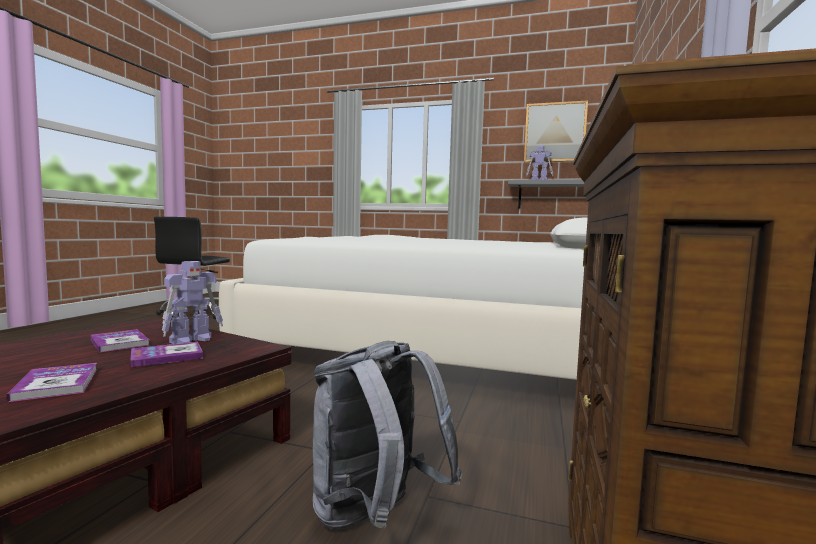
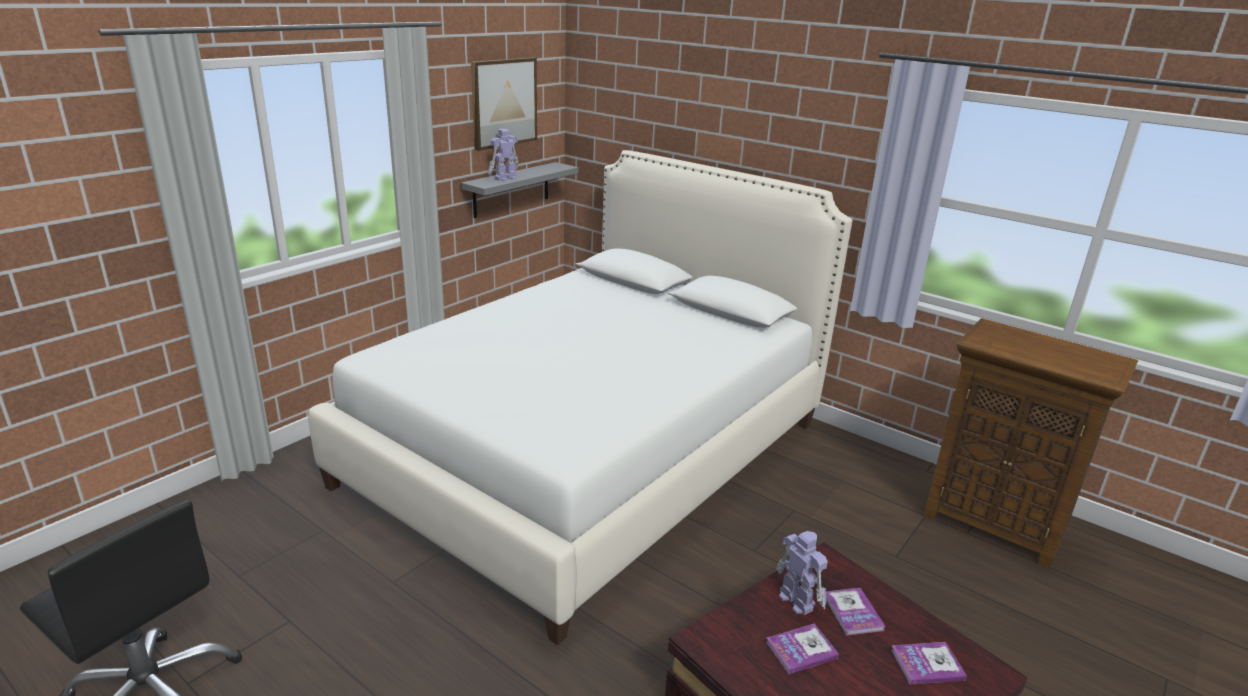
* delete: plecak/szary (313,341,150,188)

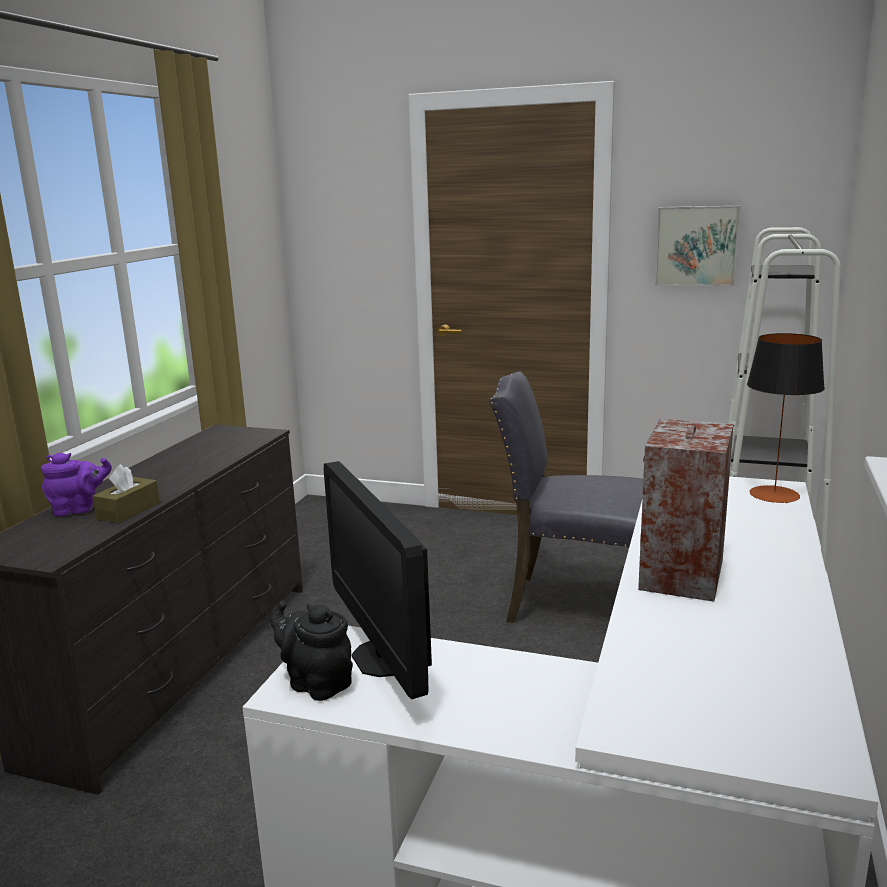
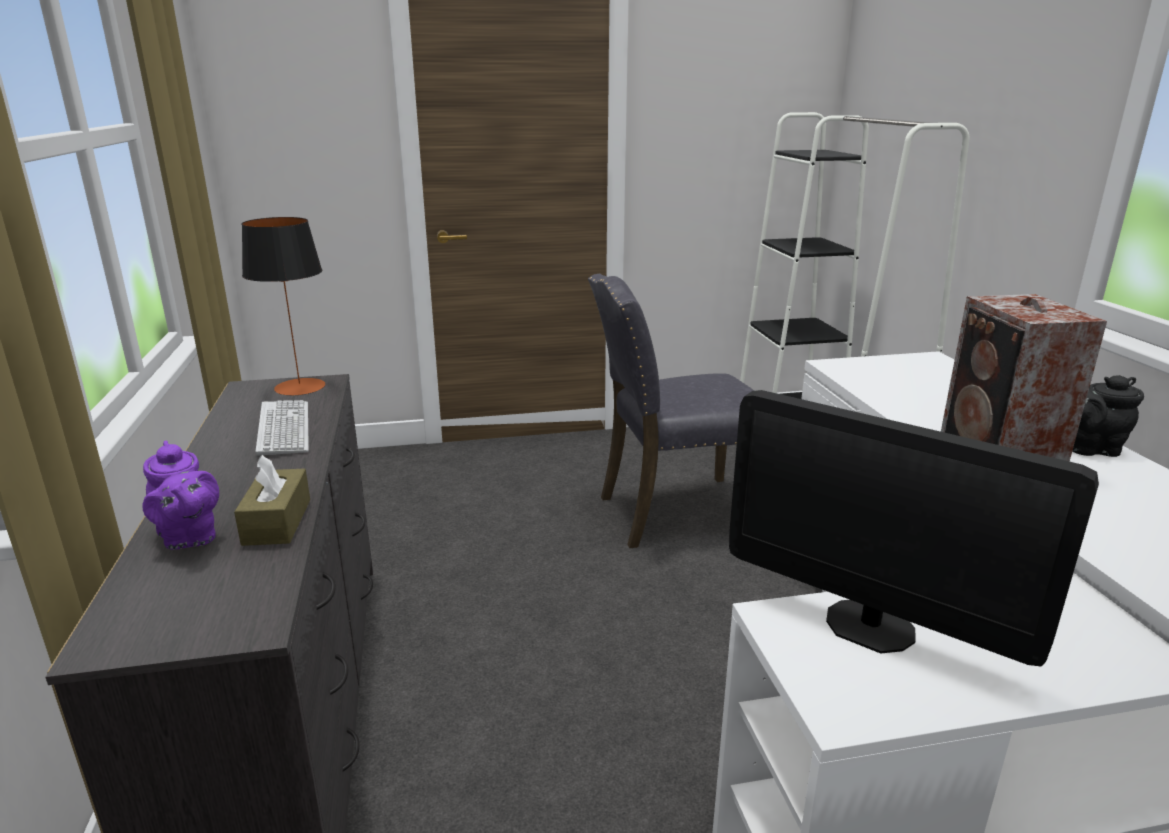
* delete: obraz (655,206,85,80)
* insert: klawiatura (255,400,54,56)
* move: imbryk/czarny (270,601,83,100) to (1072,375,72,82)
* move: lampa stołowa (747,333,78,170) to (242,217,83,178)
* rotate: imbryk/fioletowy (41,453,71,63) = (142,441,77,109) 105 degrees clockwise

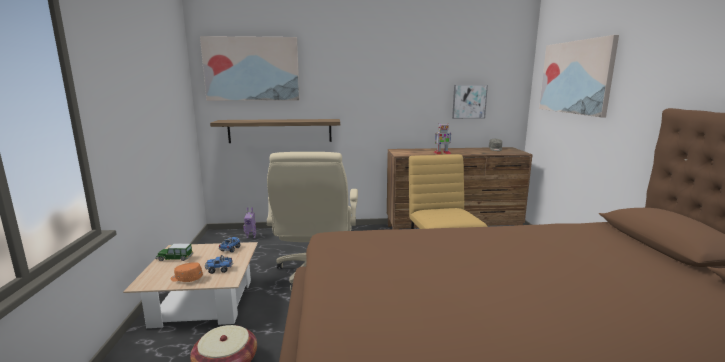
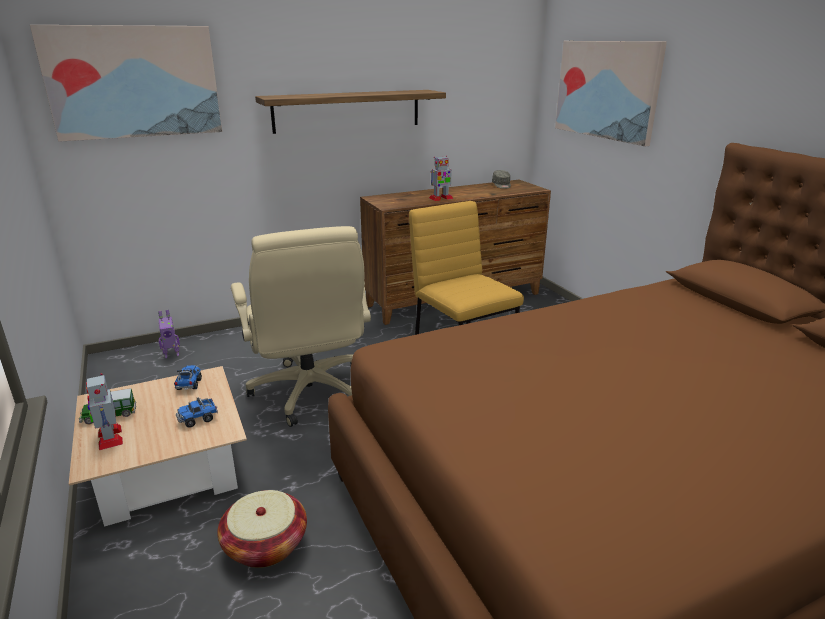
* delete: czapka z daszkiem/pomarańczowy (171,262,32,20)
* delete: obraz (452,85,36,34)
* insert: robot zabawkowy (86,373,37,77)
* move: półka (210,119,130,24) to (255,90,191,44)

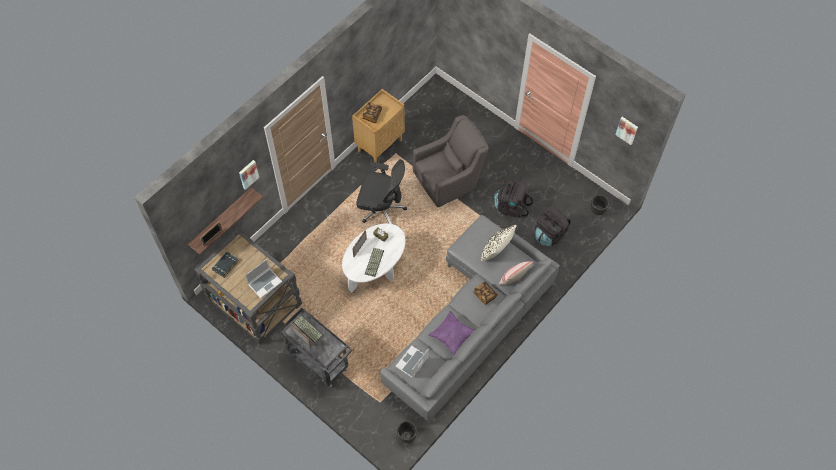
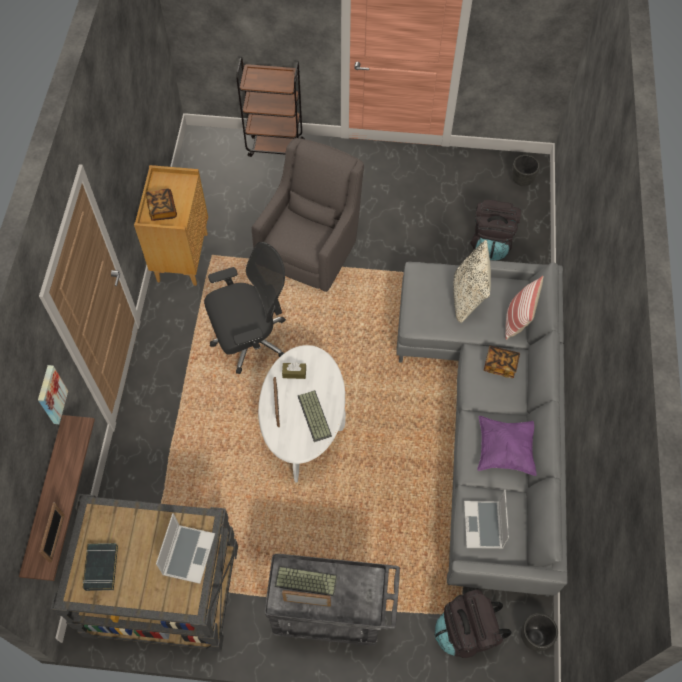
* delete: obraz (615,117,23,28)
* insert: wózek/brązowy (237,57,68,100)
* move: plecak/czarny (494,180,39,38) to (434,590,77,68)

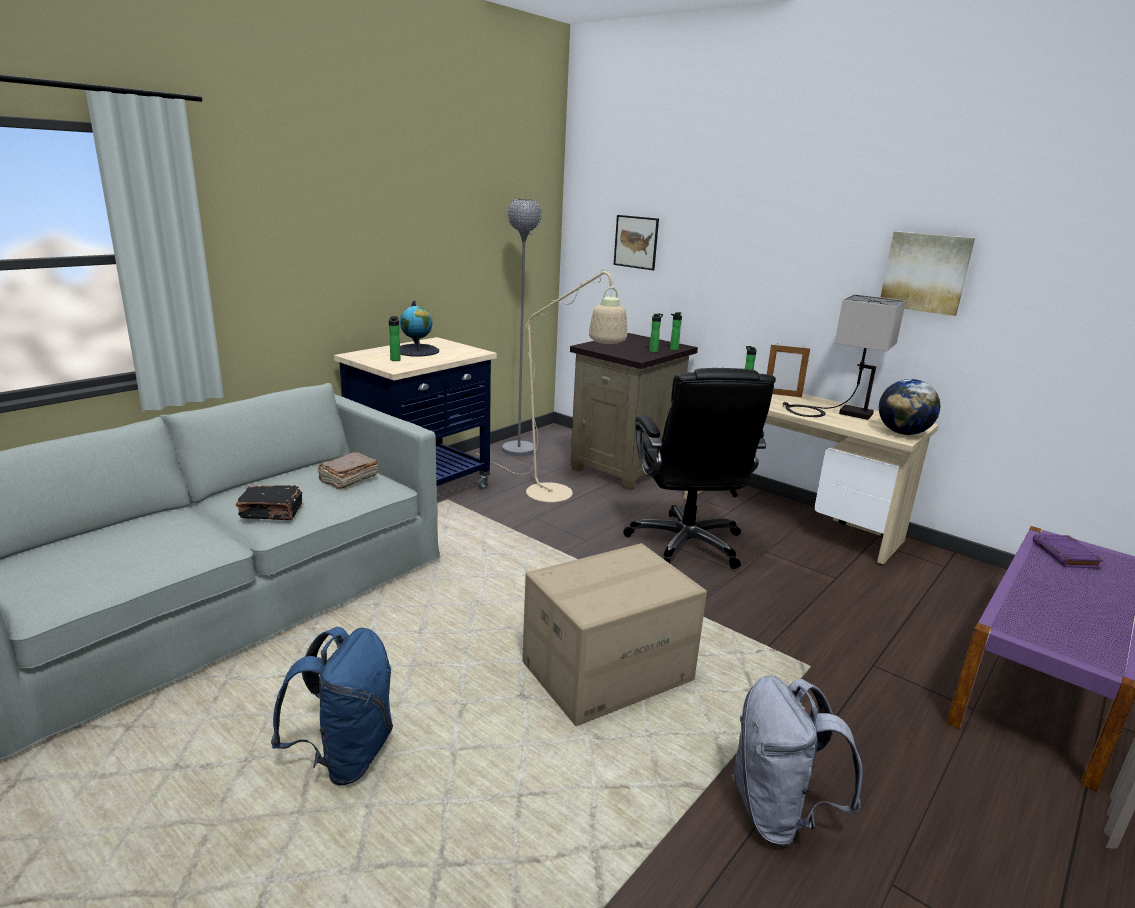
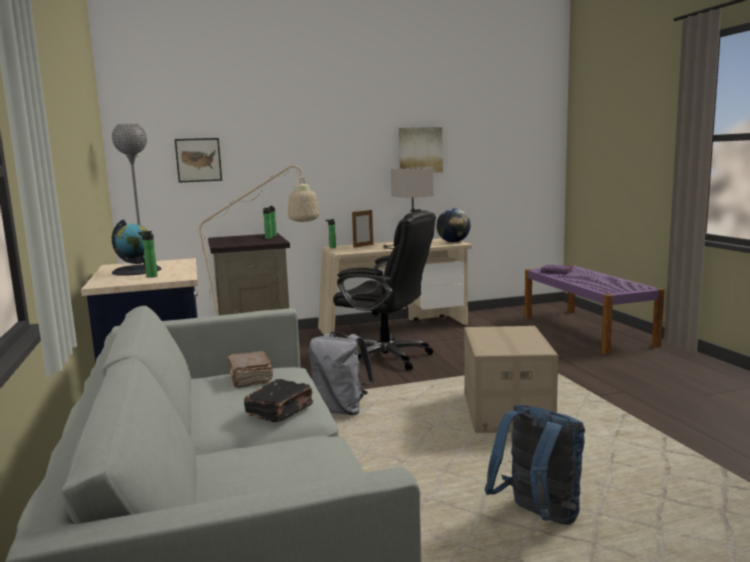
* move: plecak/szary (732,675,131,172) to (309,331,65,84)

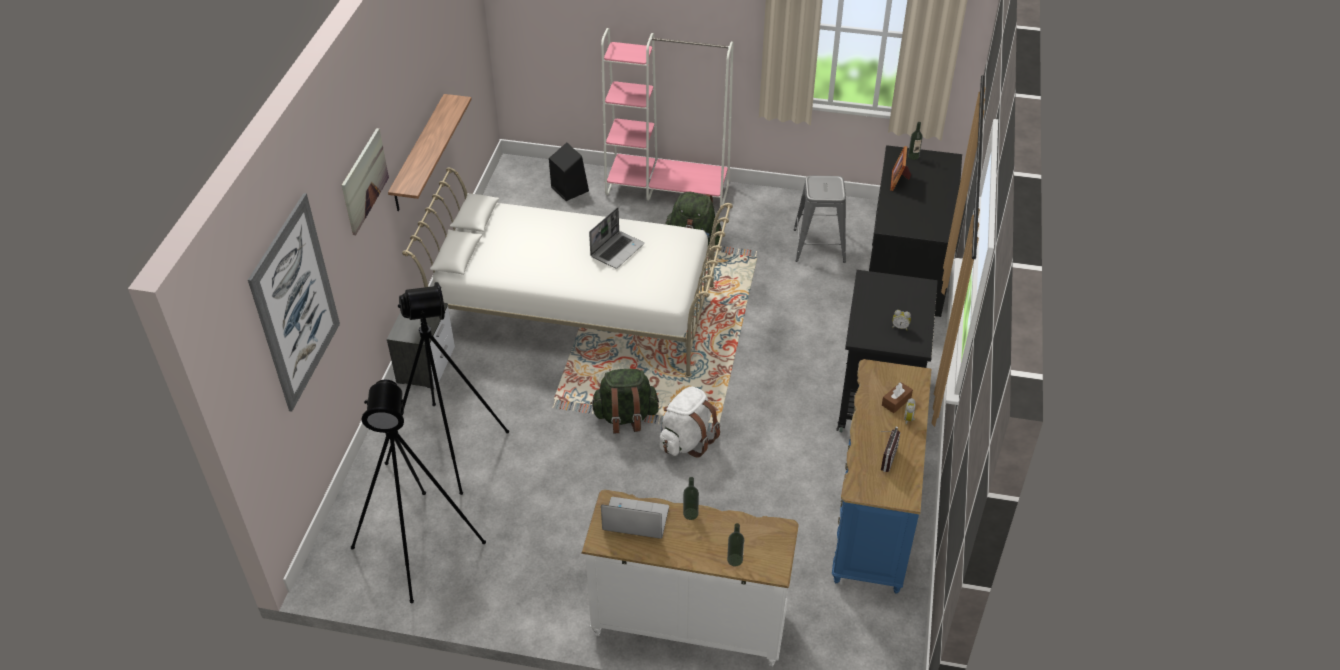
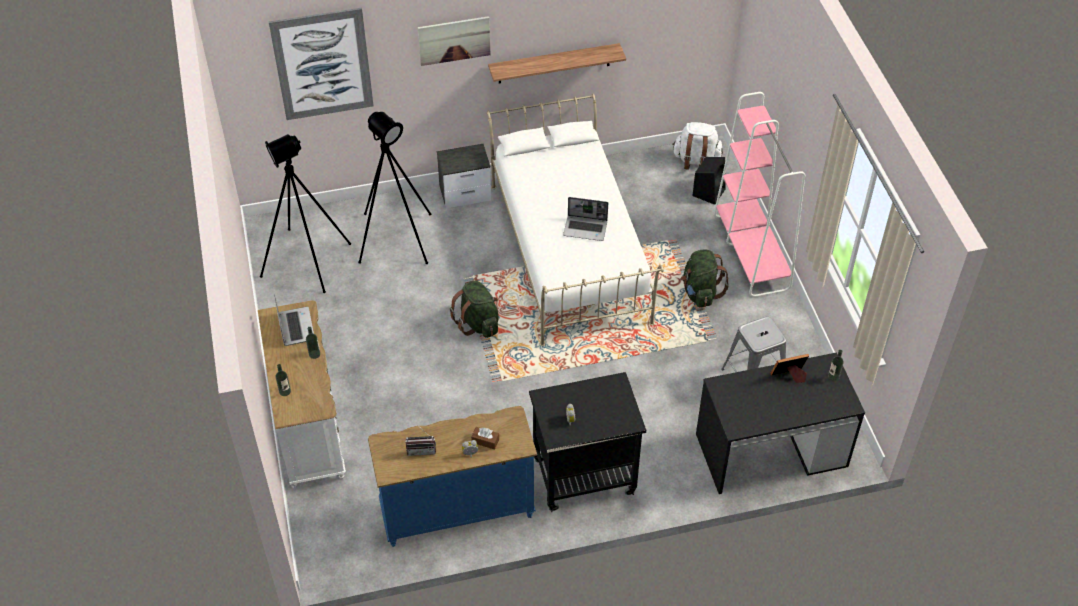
* move: plecak/biały (660,386,60,72) to (672,122,51,48)

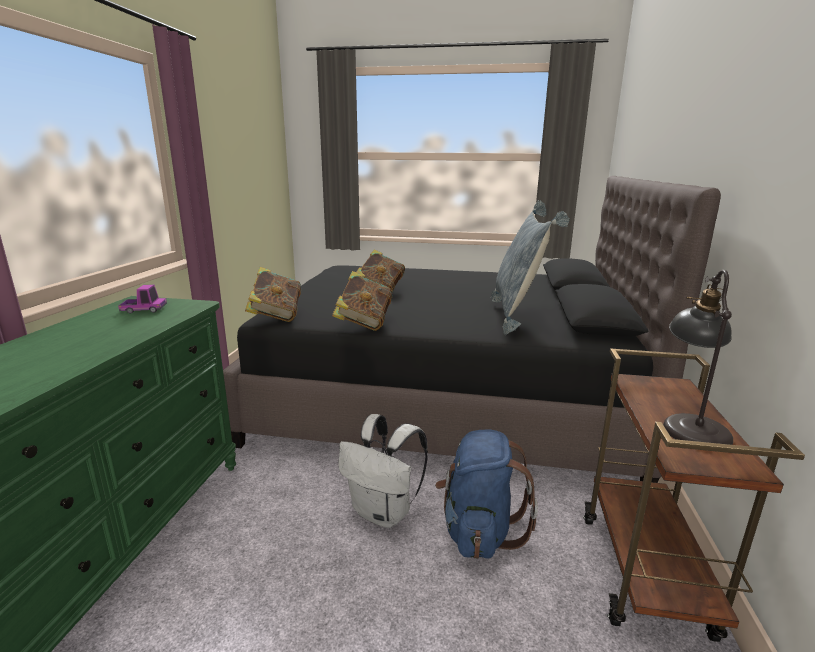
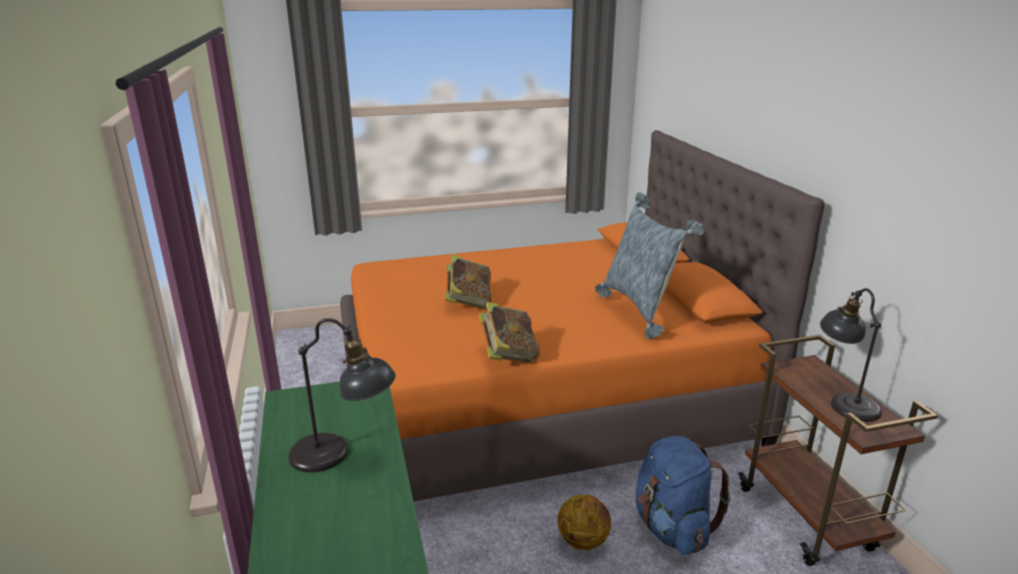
* delete: ciężarówka zabawkowa (118,285,49,29)
* delete: książka (245,267,56,55)
* insert: lampa stołowa/szary (289,318,106,155)
* replace: plecak/biały (338,414,90,114) to piłka do koszykówki (557,495,54,55)
* recolor: łóżko/czarny (223,176,498,307) to łóżko/pomarańczowy (340,130,485,371)

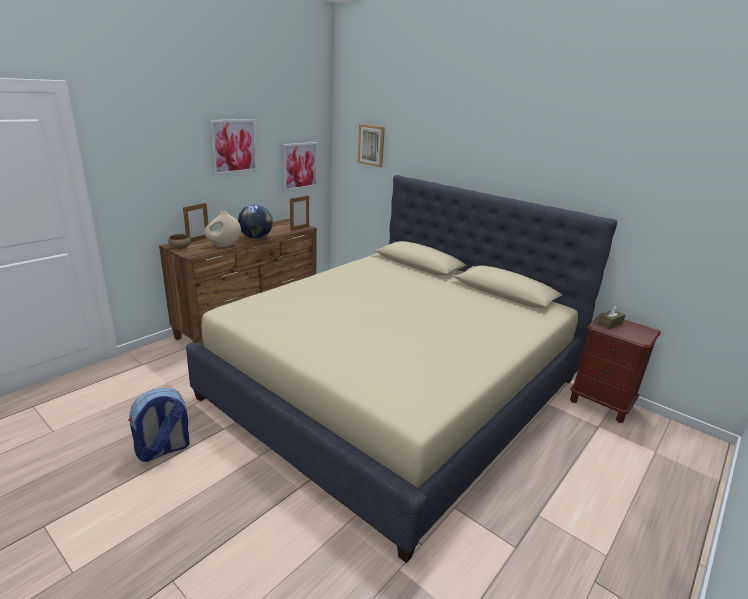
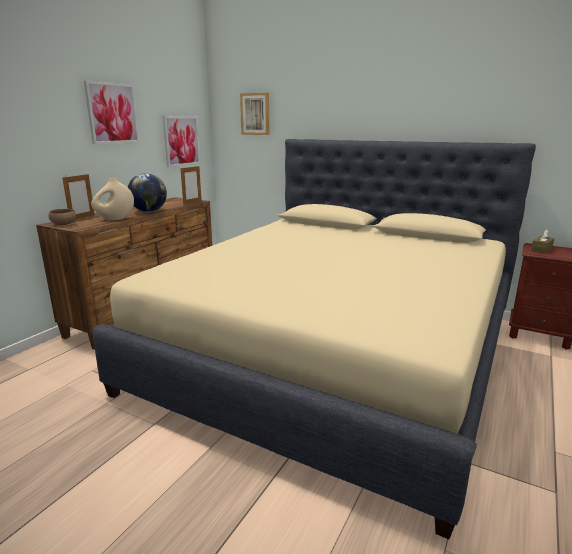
* delete: plecak (128,388,62,74)

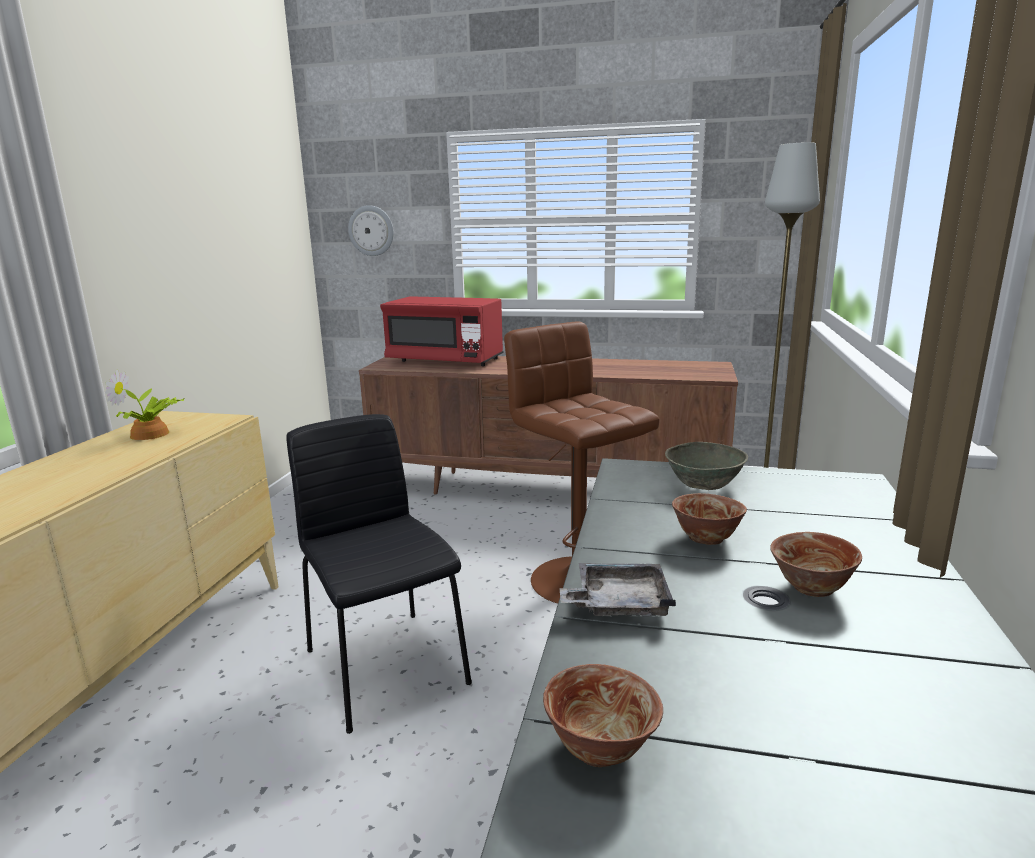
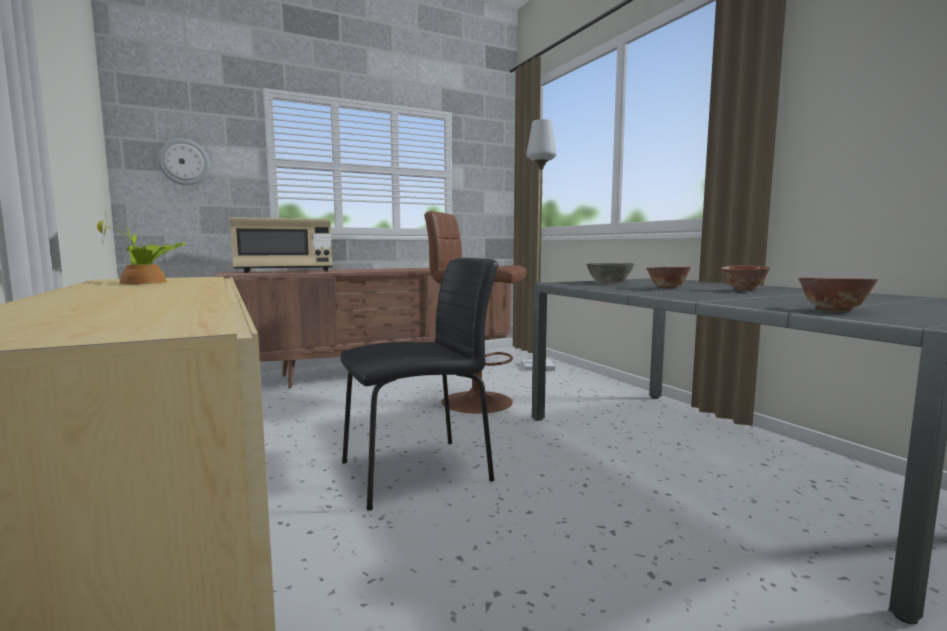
* delete: taca/szary (559,563,117,53)
* recolor: mikrofalówka/czerwony (380,296,123,70) to mikrofalówka/beżowy (230,217,102,56)
* rotate: krzesło/czarny (286,414,186,320) = (340,258,158,253) 135 degrees clockwise

